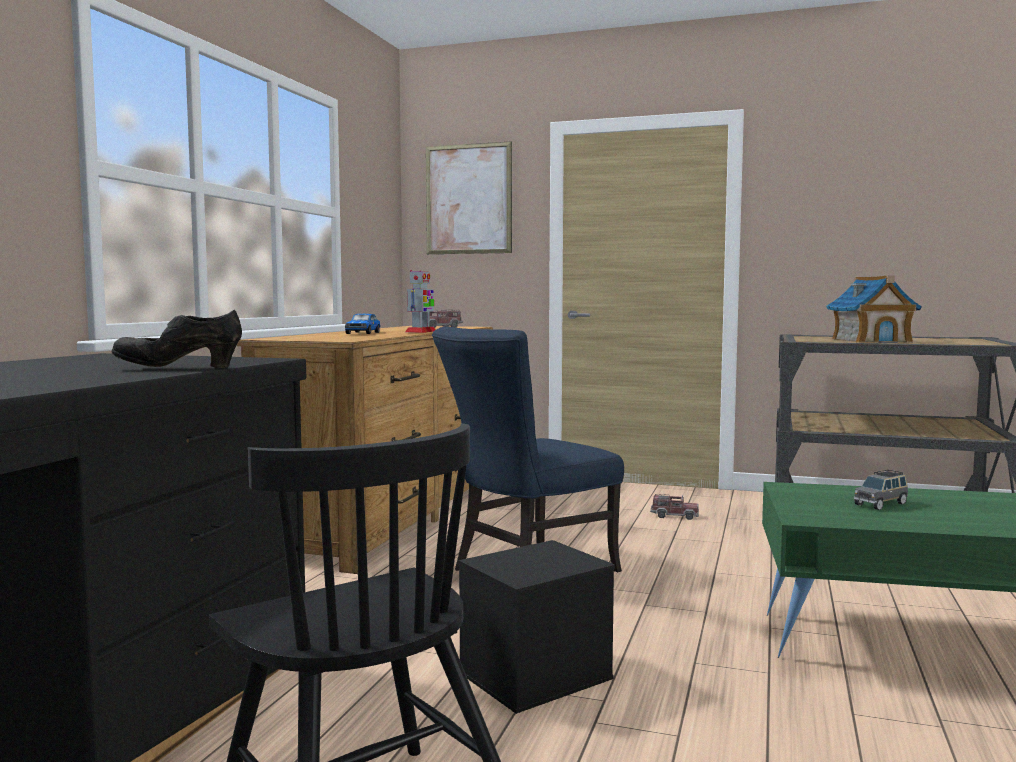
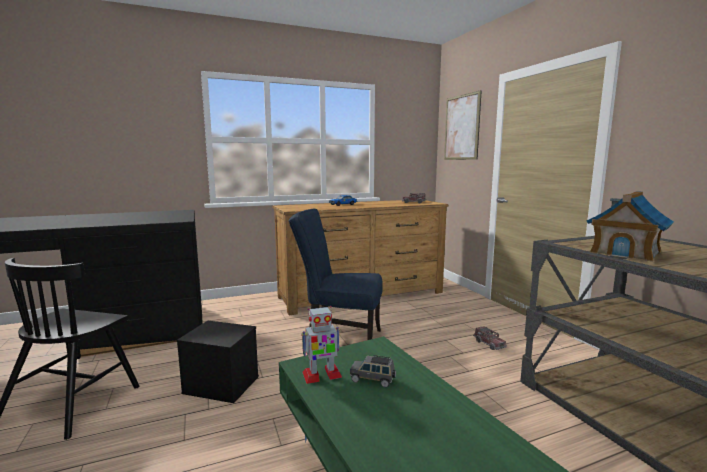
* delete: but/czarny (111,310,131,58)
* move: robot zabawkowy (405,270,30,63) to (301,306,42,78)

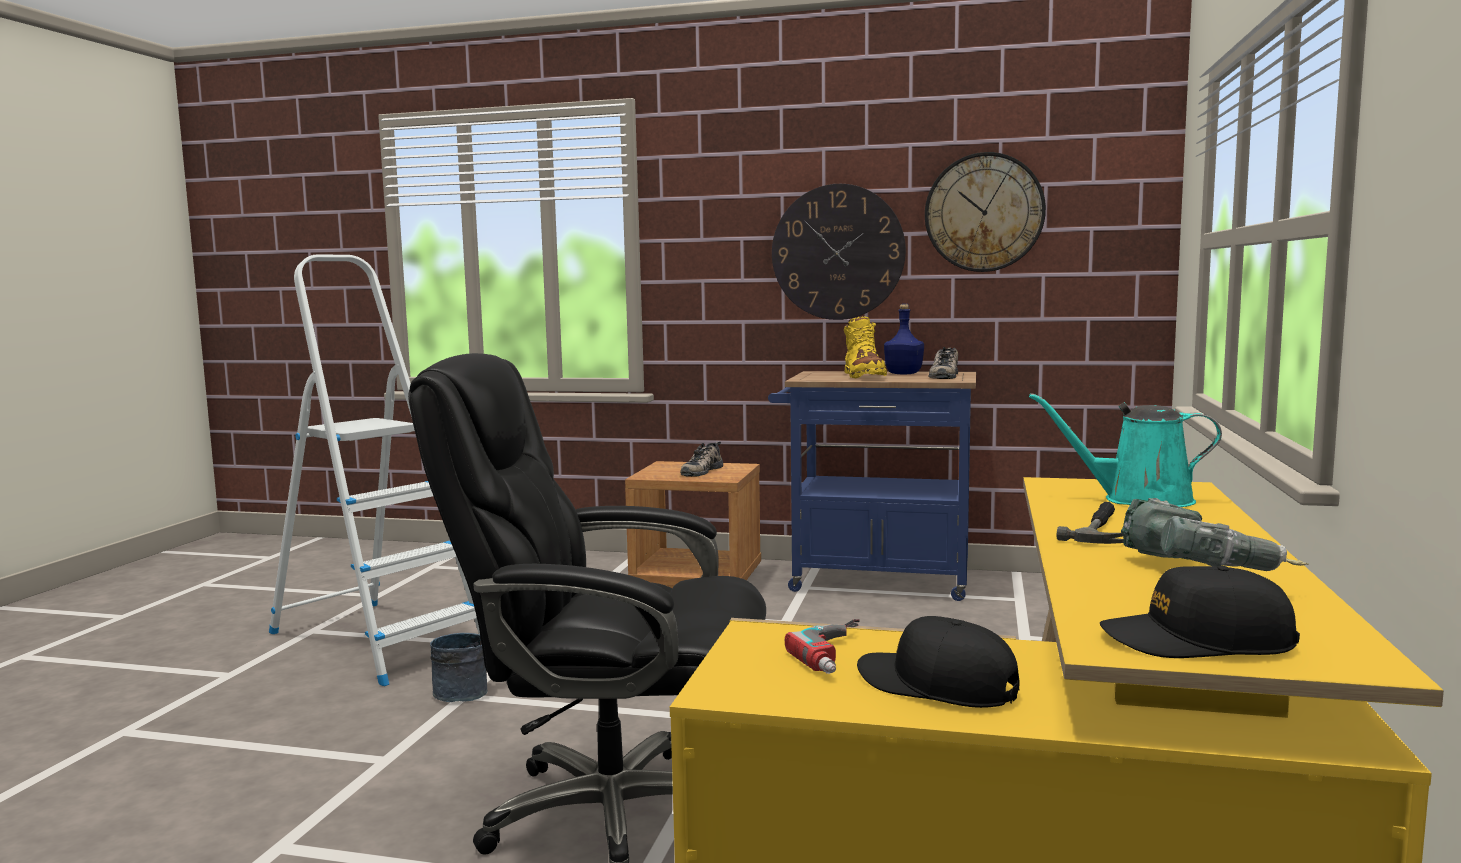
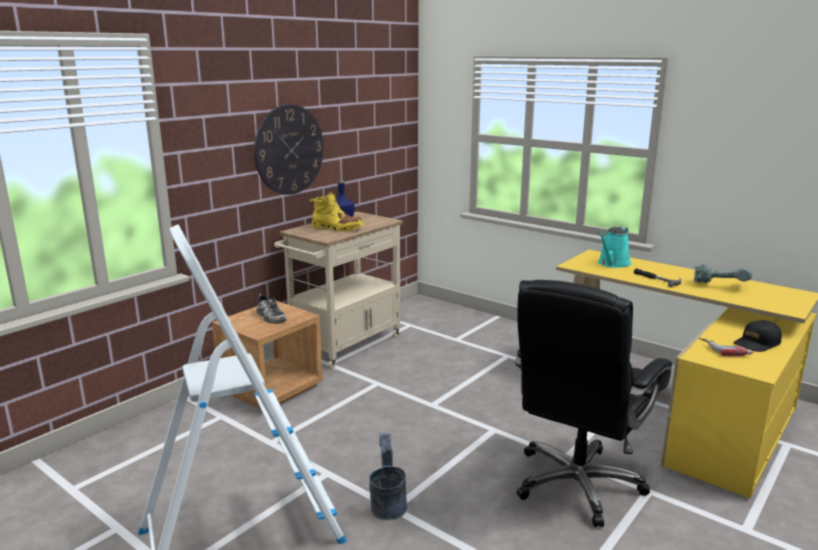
* delete: zegar ścienny (925,152,121,120)
* delete: but (928,347,30,32)
* delete: czapka z daszkiem/czarny (1100,566,200,92)
* recolor: wózek/niebieski (768,371,208,230) to wózek/beżowy (274,212,129,157)

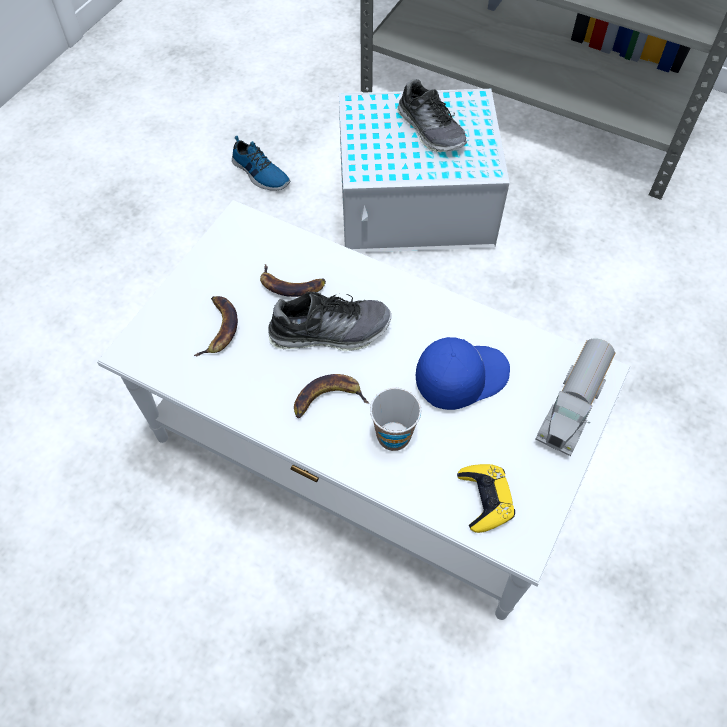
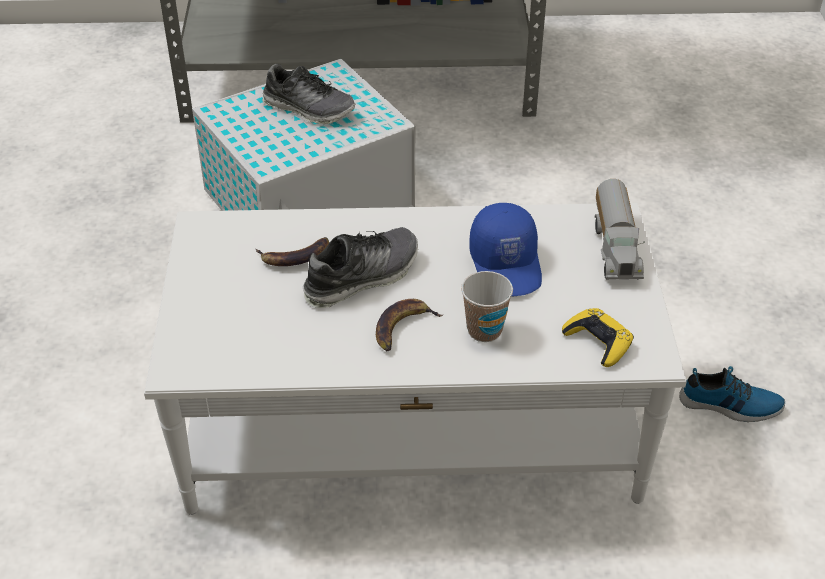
* delete: banan (194,296,44,60)
* move: but (232,135,58,56) to (679,366,106,56)
* rotate: czapka z daszkiem/niebieski (416,337,94,73) = (469,203,73,93) 135 degrees clockwise

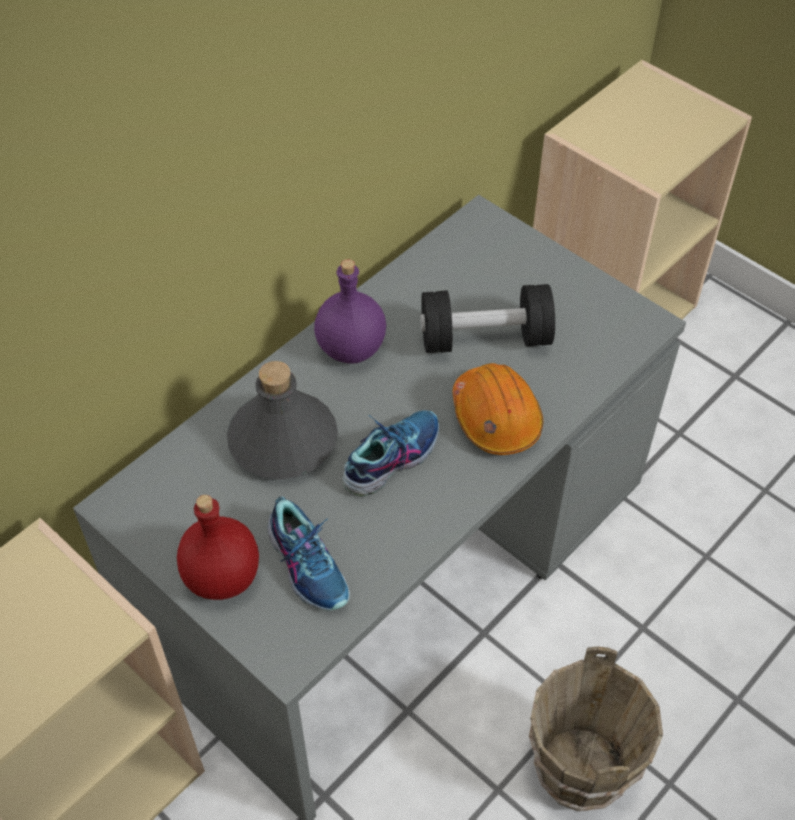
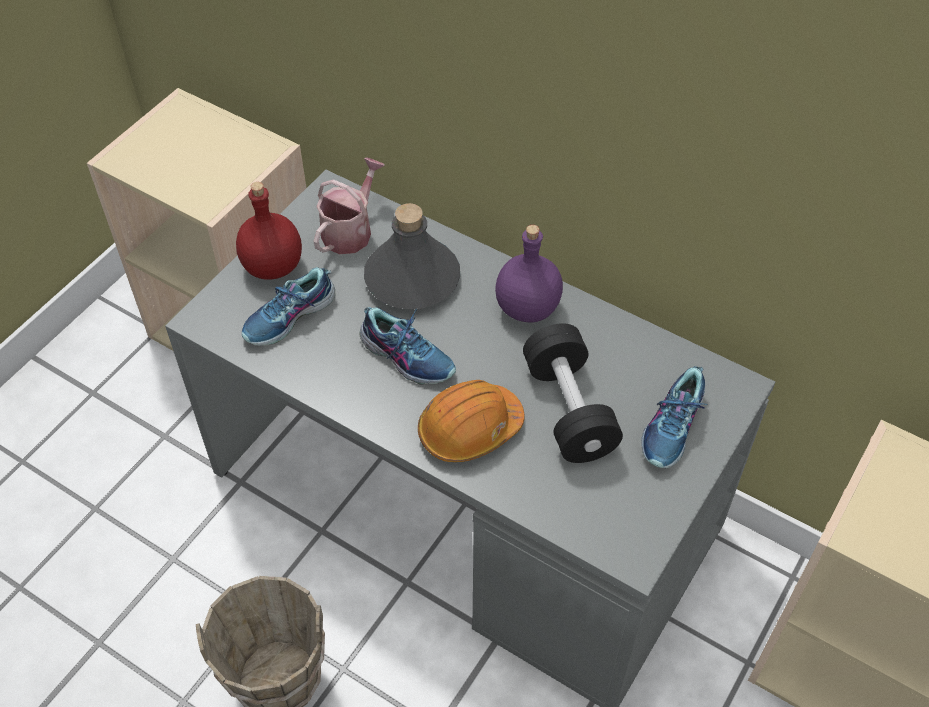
* insert: konewka (313,157,72,97)
* insert: but (641,366,67,102)

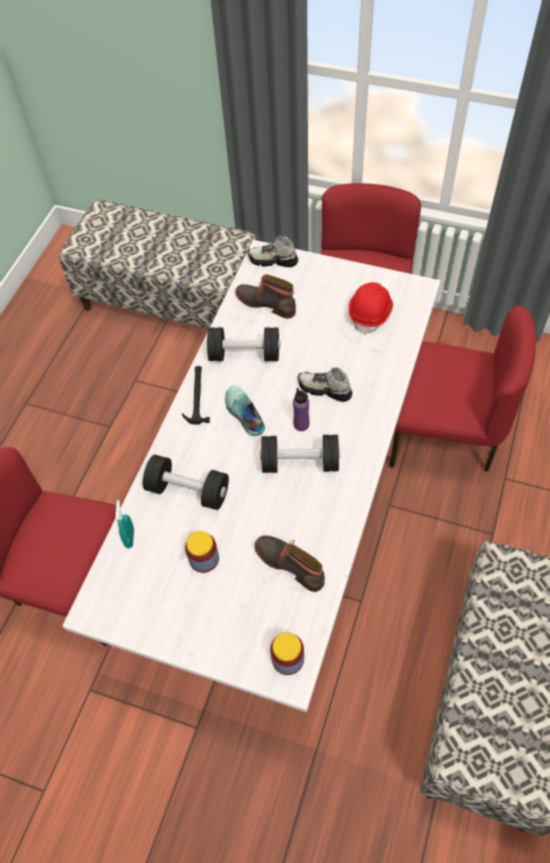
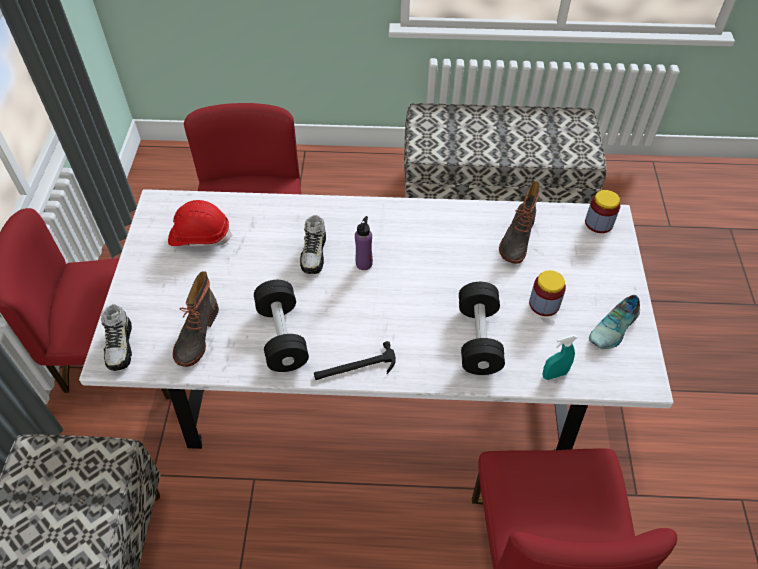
* delete: hantel/czarny (260,435,80,38)
* move: but (225,386,40,50) to (589,295,51,54)

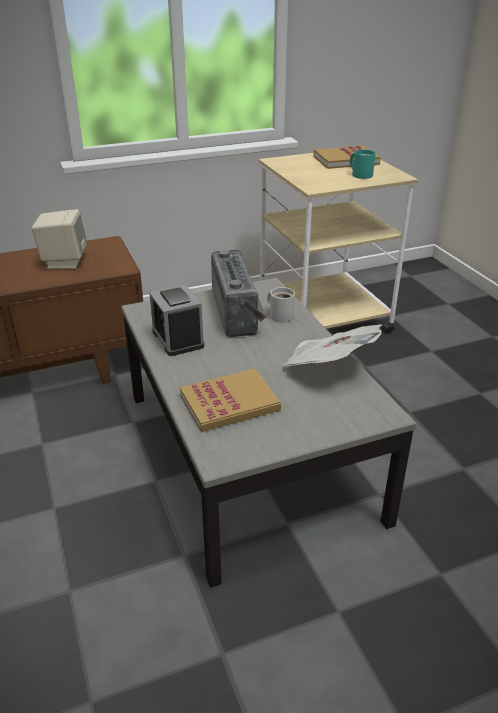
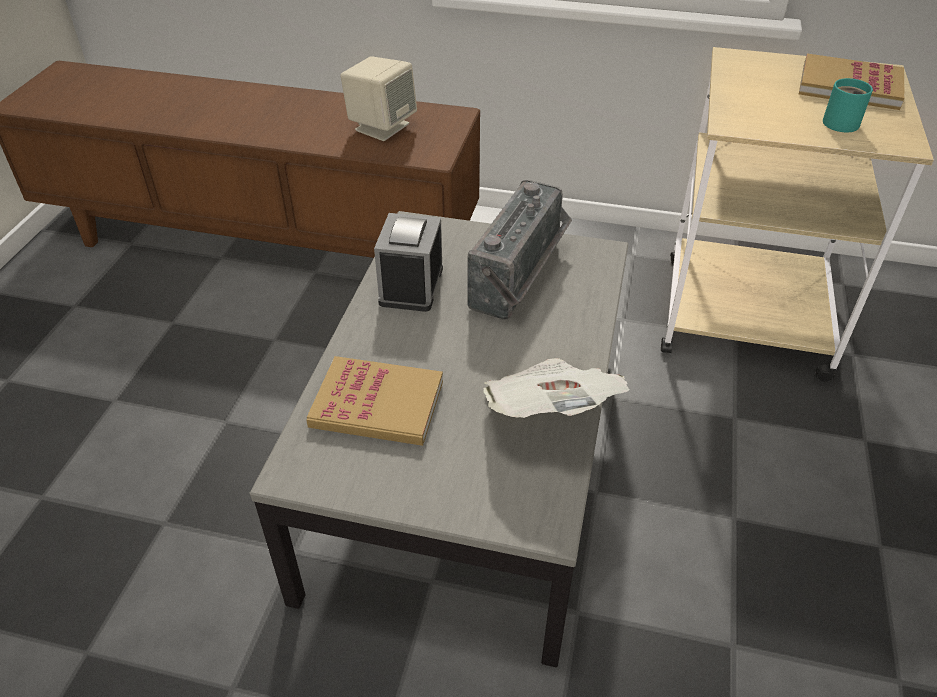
* delete: kubek/biały (267,287,28,35)

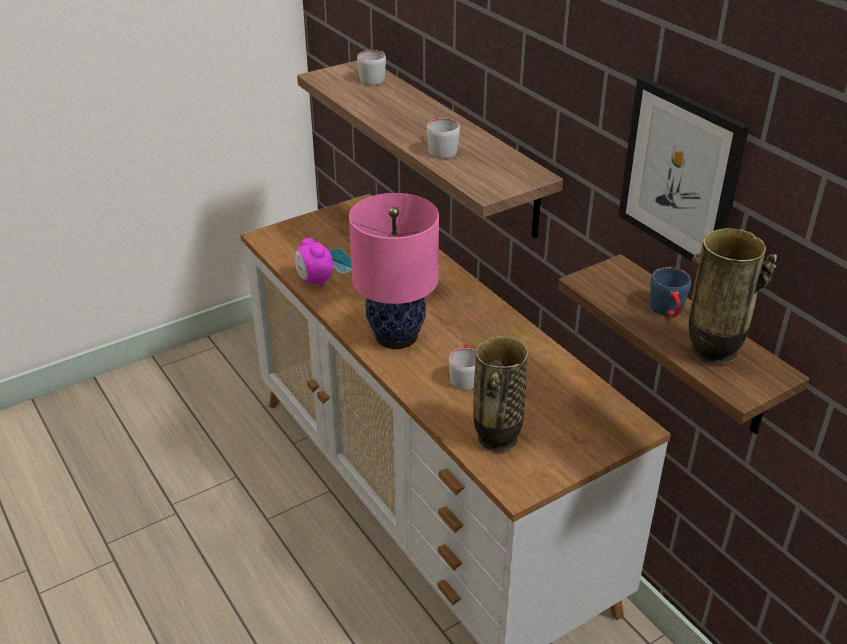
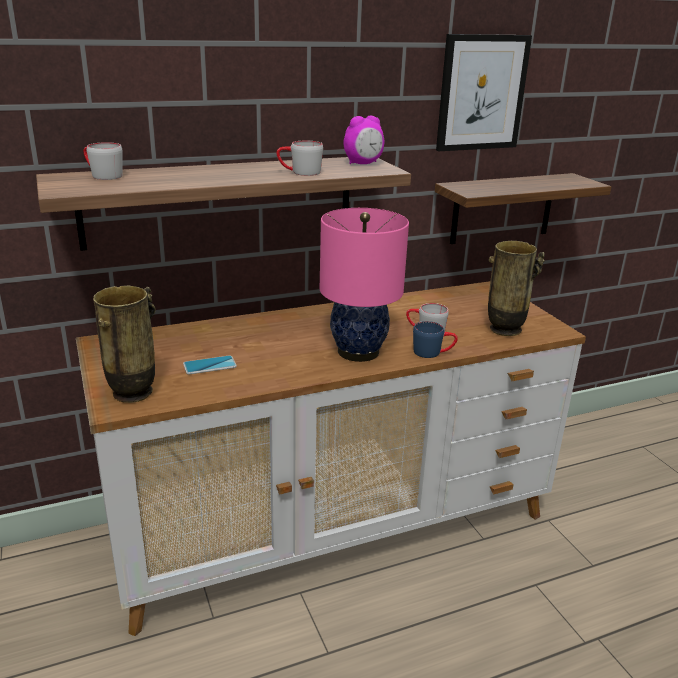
* move: budzik (294,238,39,48) to (343,115,41,49)
* move: kubek/niebieski (650,267,41,51) to (413,321,45,37)
* move: wazon (689,228,88,137) to (93,286,62,117)

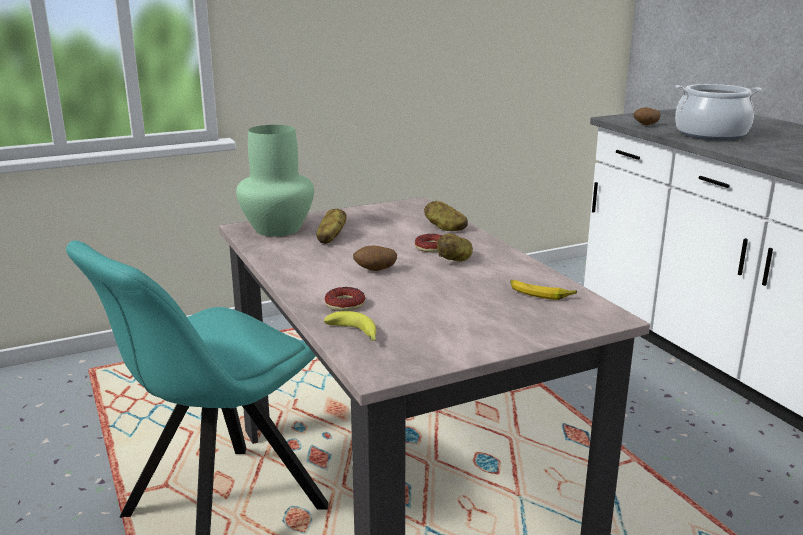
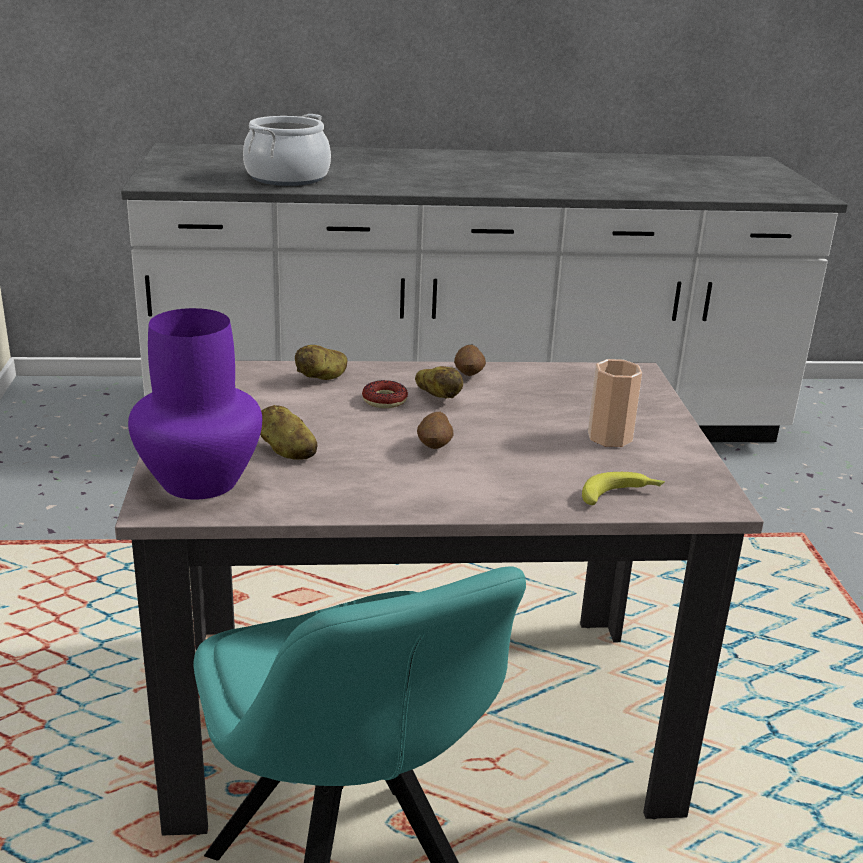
* delete: donut (325,287,40,24)
* delete: banan (510,280,67,20)
* insert: filiżanka (588,359,54,88)
* move: ziemniak (633,107,28,18) to (454,345,32,31)
* recolor: wazon/zielony (236,125,78,112) to wazon/fioletowy (128,308,134,192)

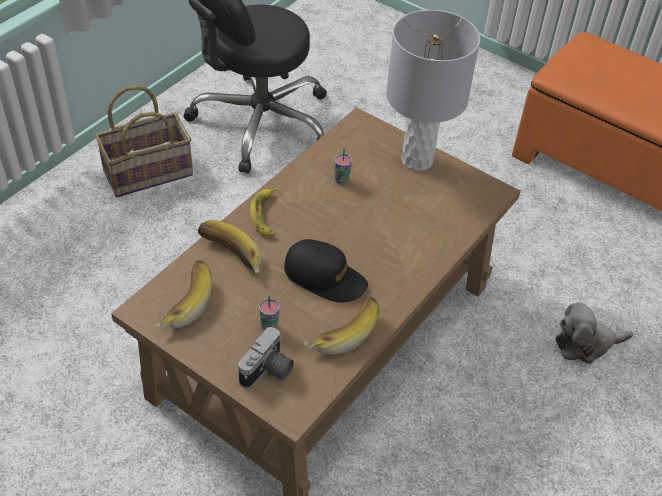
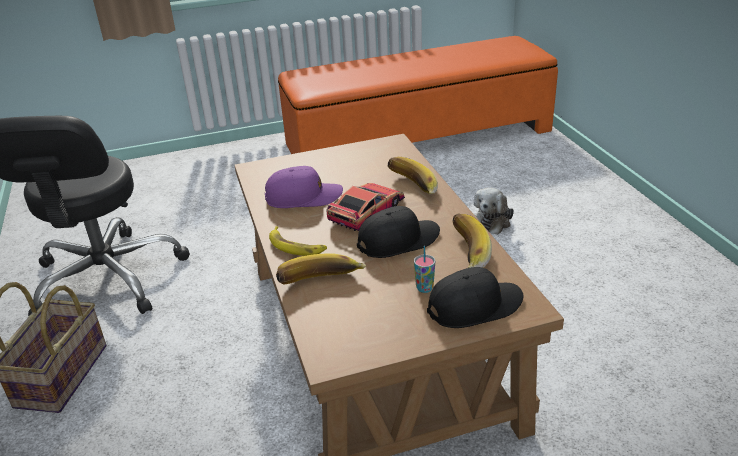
* delete: lampa stołowa/szary (386,10,94,161)
* insert: samochodzik (326,183,79,48)
* move: banan (155,260,57,68) to (388,157,50,37)
* replace: aparat fotograficzny (238,327,56,61) to czapka z daszkiem/czarny (427,267,97,61)
* replace: filiżanka (334,148,18,37) to czapka z daszkiem/fioletowy (265,166,78,42)

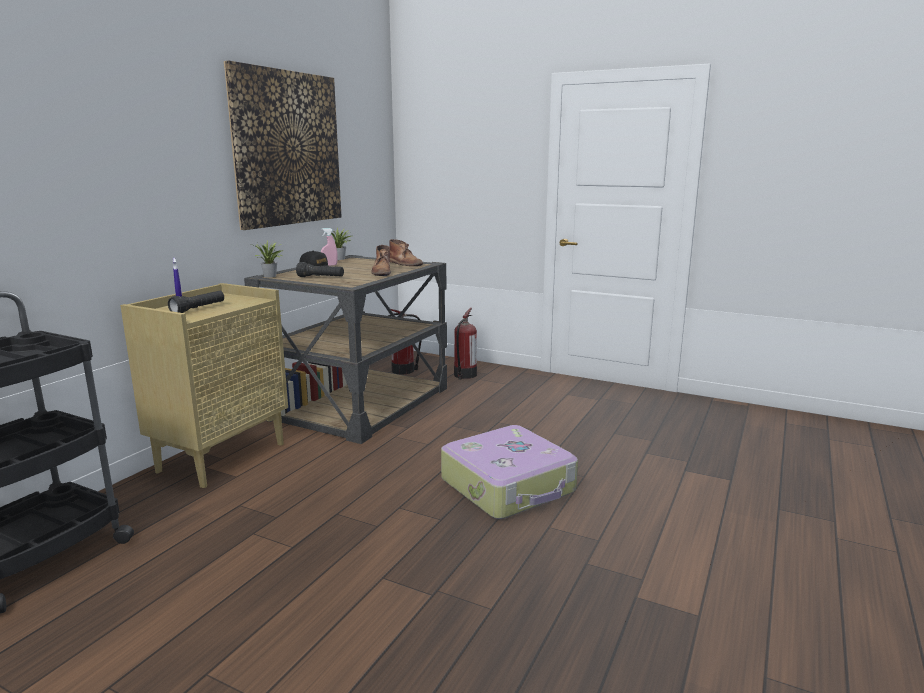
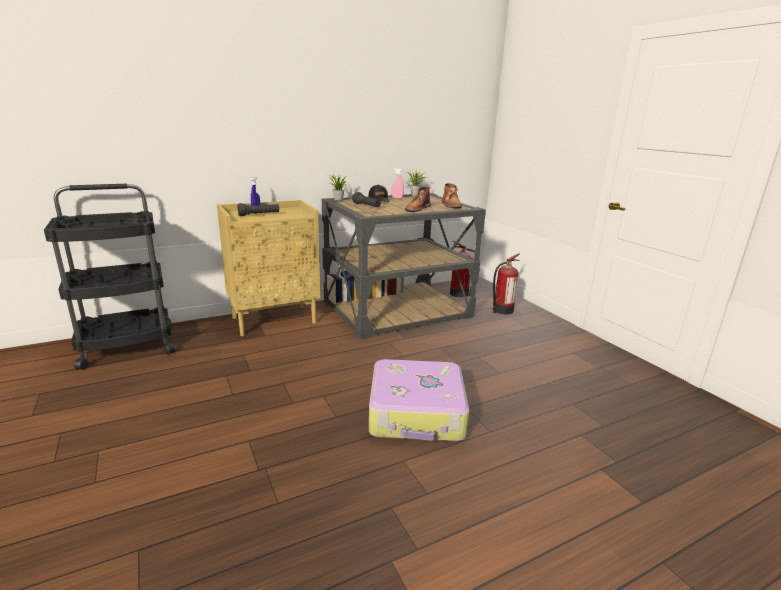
* delete: obraz (224,60,118,170)

